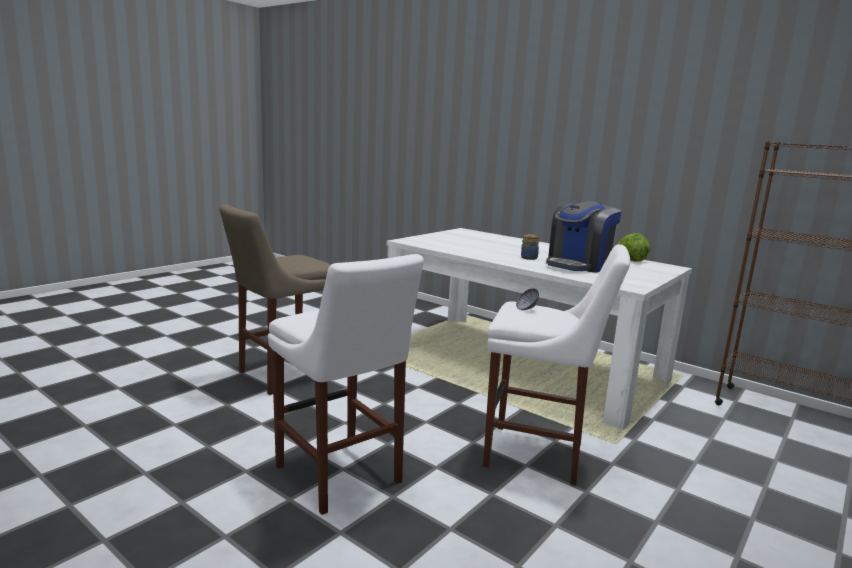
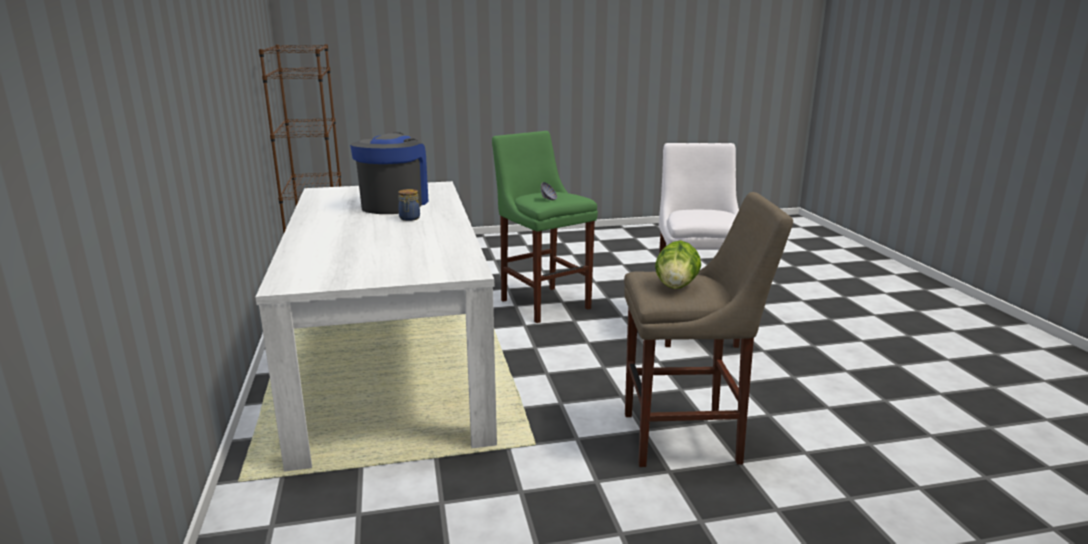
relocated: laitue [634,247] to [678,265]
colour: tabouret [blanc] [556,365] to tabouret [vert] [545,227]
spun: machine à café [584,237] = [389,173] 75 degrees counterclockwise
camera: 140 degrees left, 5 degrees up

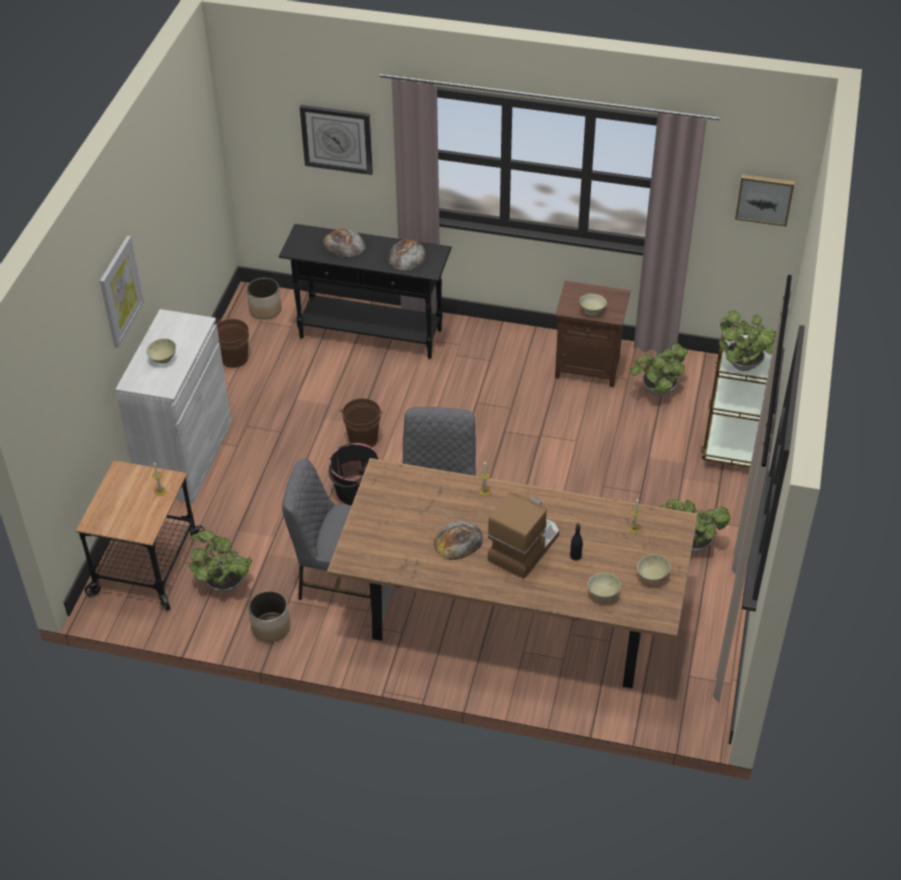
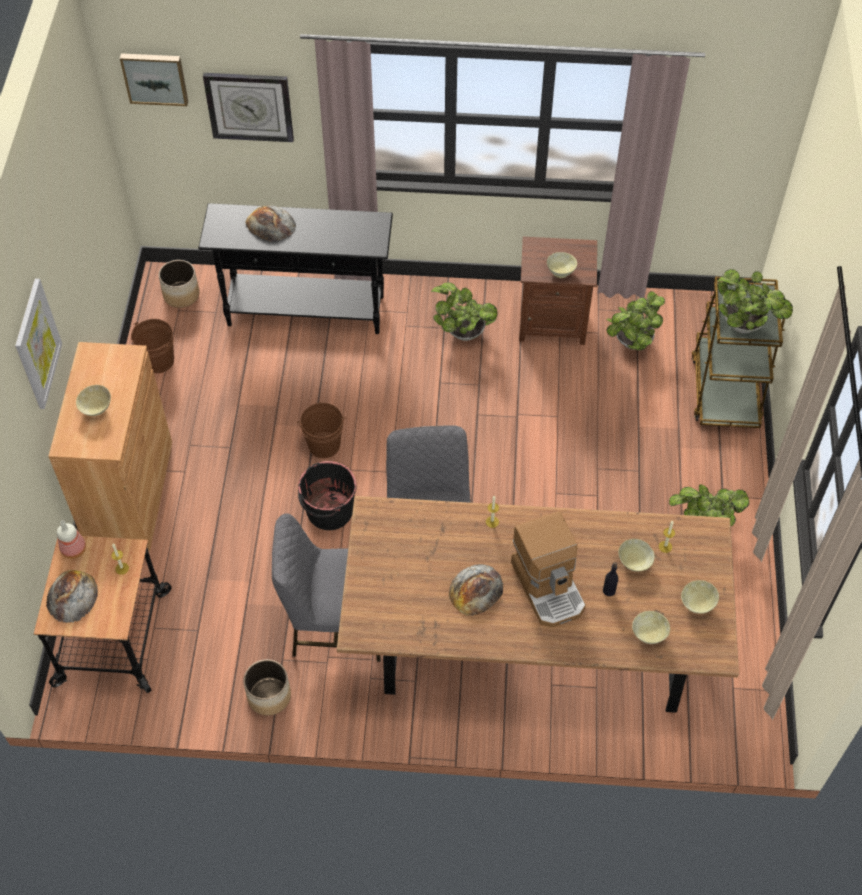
appeared: bouteille [71,539]; bol [beige] [636,555]
relocated: plante en pot [220,561] to [464,311]; pain [406,254] to [72,596]; tableau [765,200] to [154,79]
colour: meuble de rangement [blanc] [173,406] to meuble de rangement [marron] [110,446]
spun: machine à café [523,536] = [548,569] 135 degrees clockwise
camera: 10 degrees left, 10 degrees up

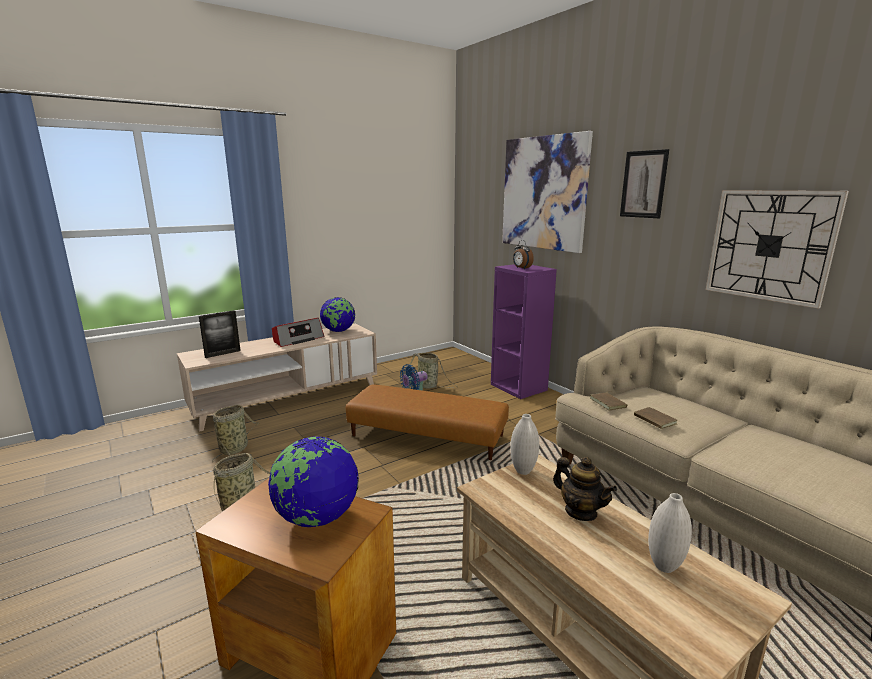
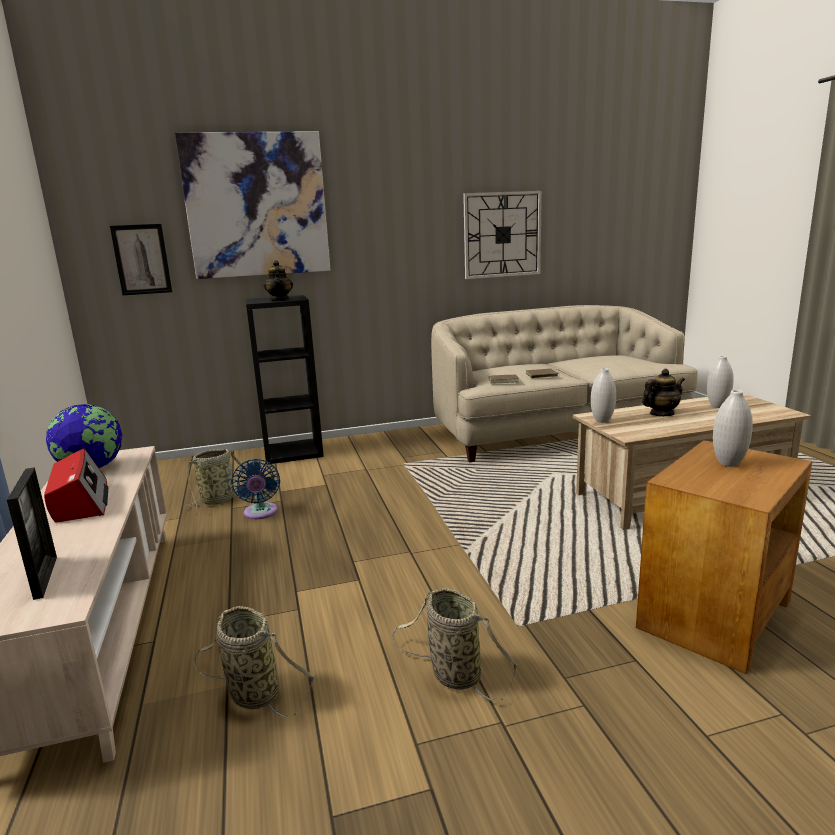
missing: pouf [marron] [427,422]
relocated: tableau [644,183] to [141,259]
exchanged: globe [313,481] to vase [blanc] [733,428]; réveil [523,254] to théière [278,280]
colour: bibliothèque [violet] [524,331] to bibliothèque [noir] [285,380]
camera: 70 degrees left, 0 degrees up

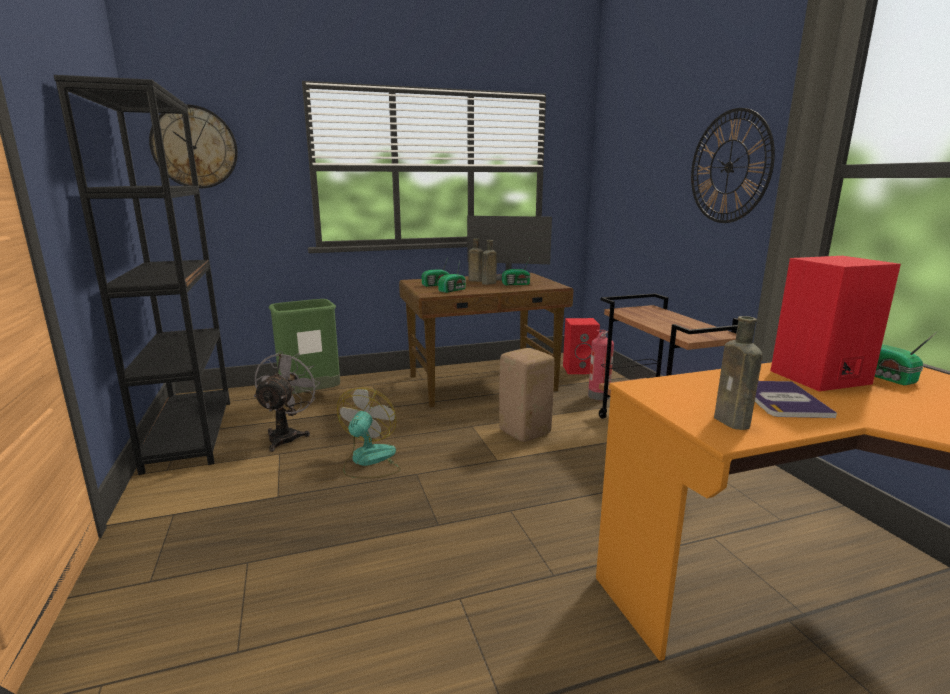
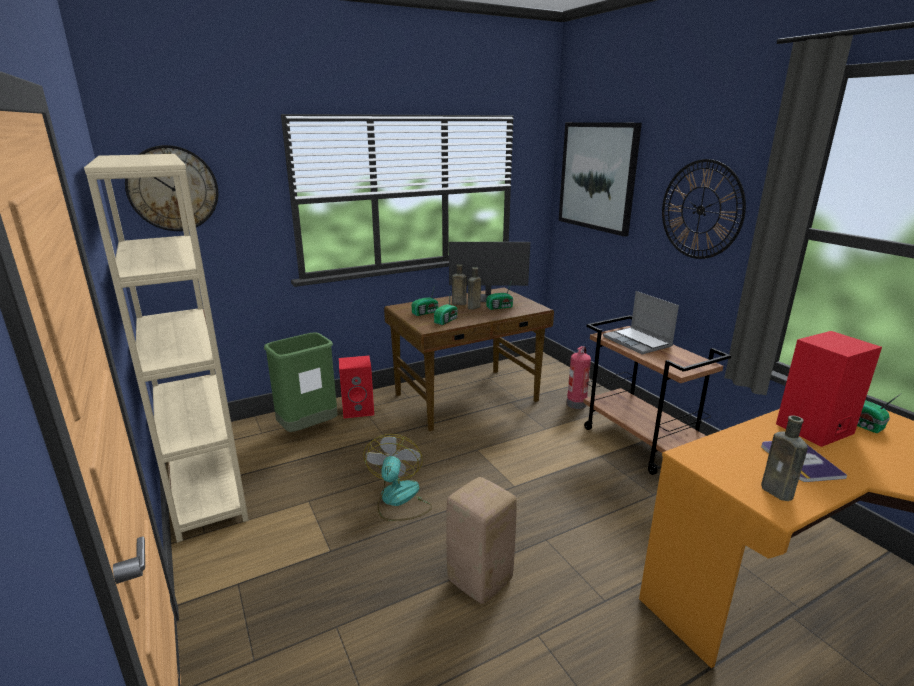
missing: ventilateur [gris] [287,401]
appeared: tableau [600,179]; ordinateur portable [641,322]
relocated: tabouret [beige] [526,395] to [481,540]; enceinte [rouge] [581,346] to [356,387]
colour: bibliothèque [noir] [142,275] to bibliothèque [beige] [166,348]
camera: 10 degrees left, 5 degrees up

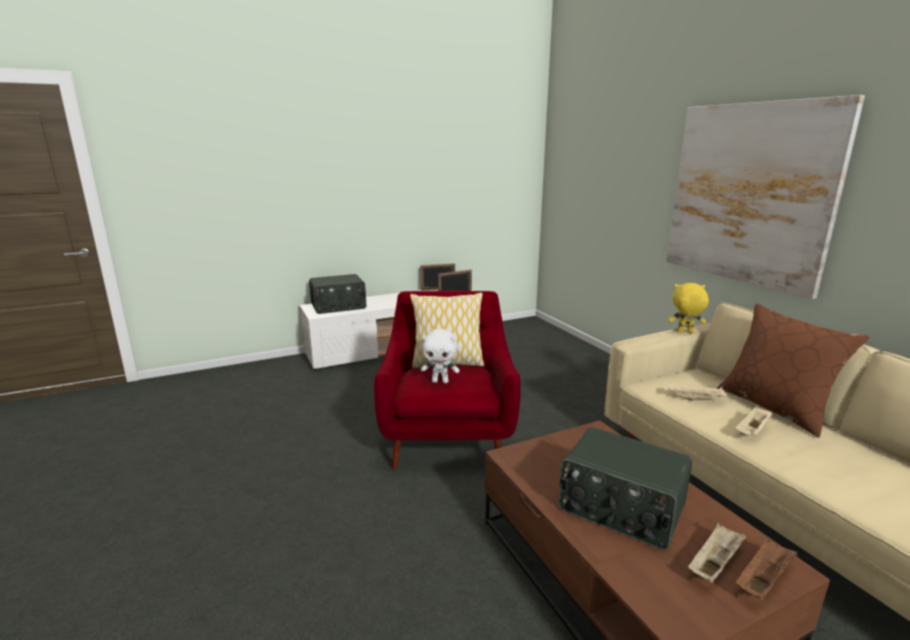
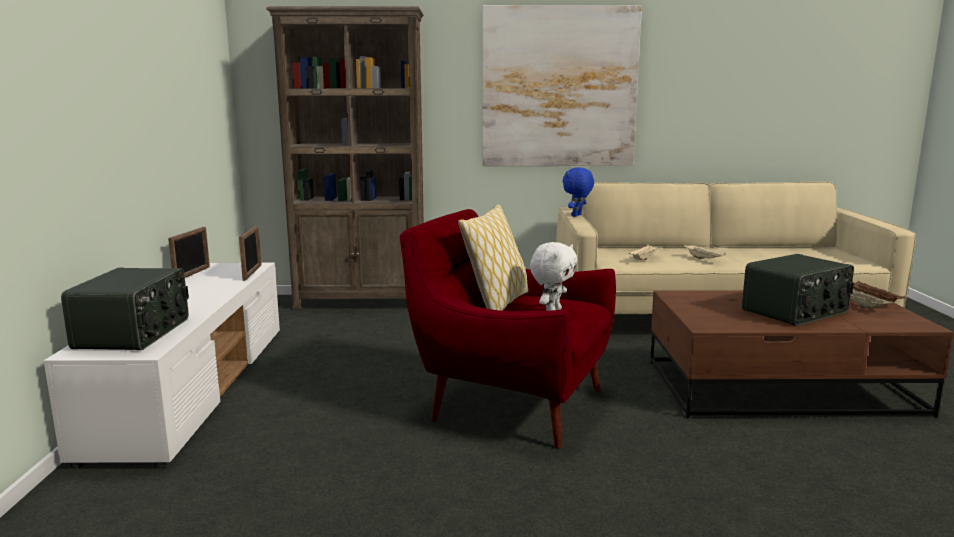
missing: coussin [marron] [793,370]
appeared: bibliothèque [marron] [345,158]
colour: peluche [jaune] [688,308] to peluche [bleu] [578,192]
camera: 65 degrees left, 5 degrees down

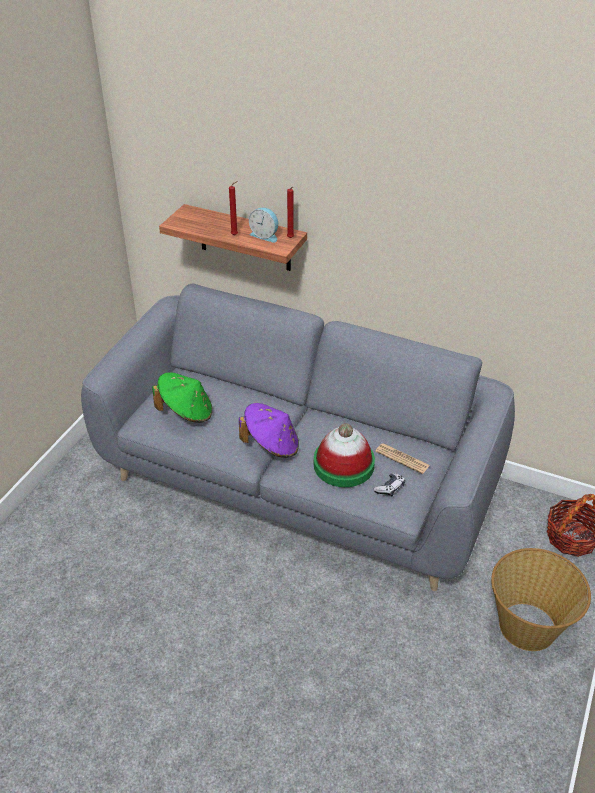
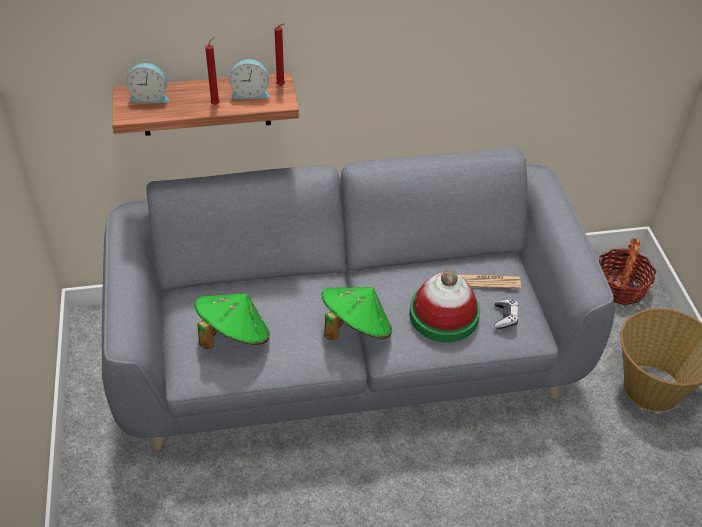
appeared: réveil [147,83]
colour: chapeau [violet] [269,430] to chapeau [vert] [356,313]
camera: 35 degrees left, 5 degrees up

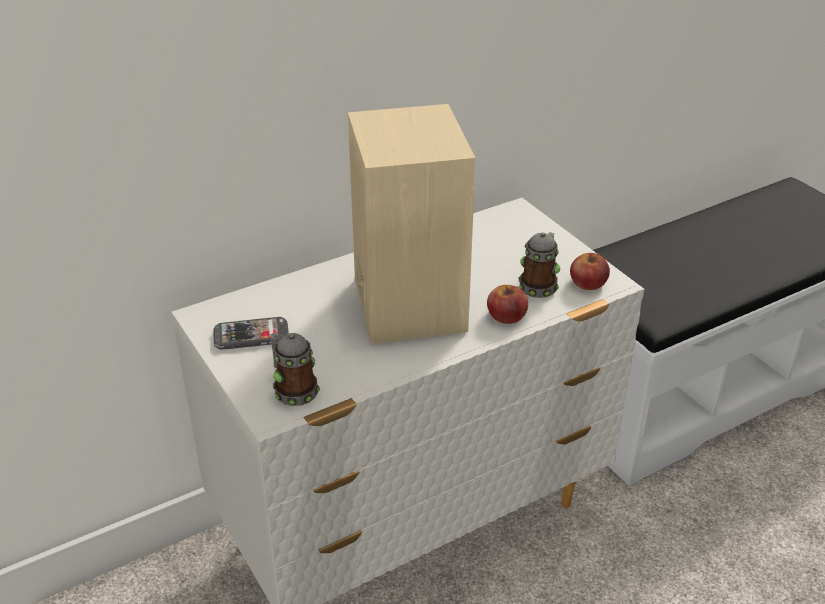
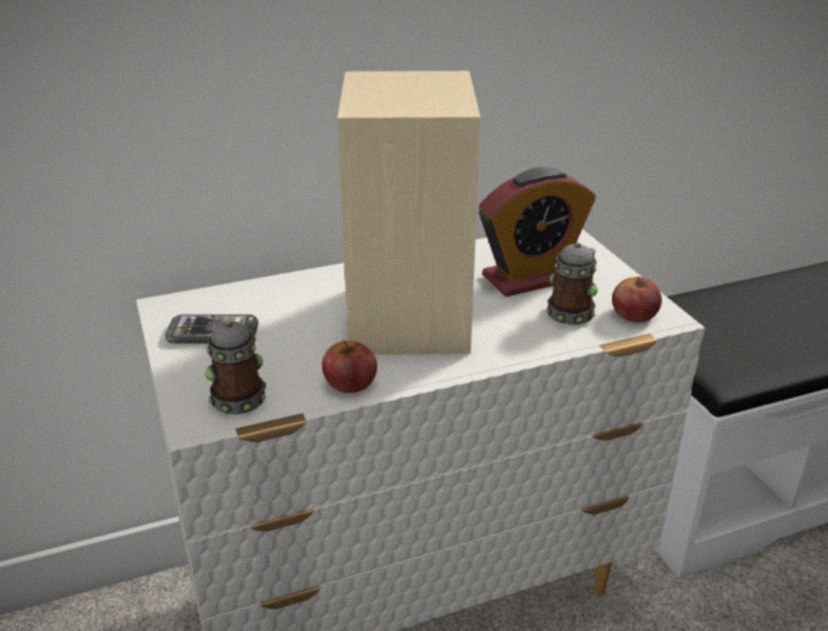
appeared: réveil [537,232]
relocated: pomme [507,304] to [349,366]
camera: 10 degrees right, 5 degrees down

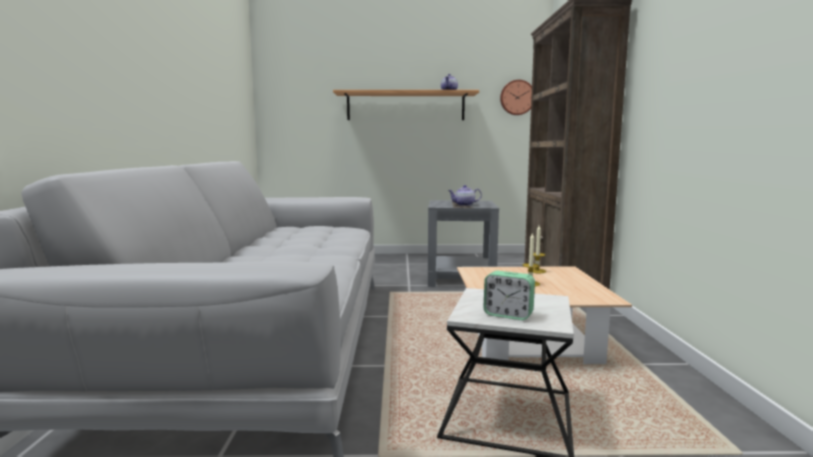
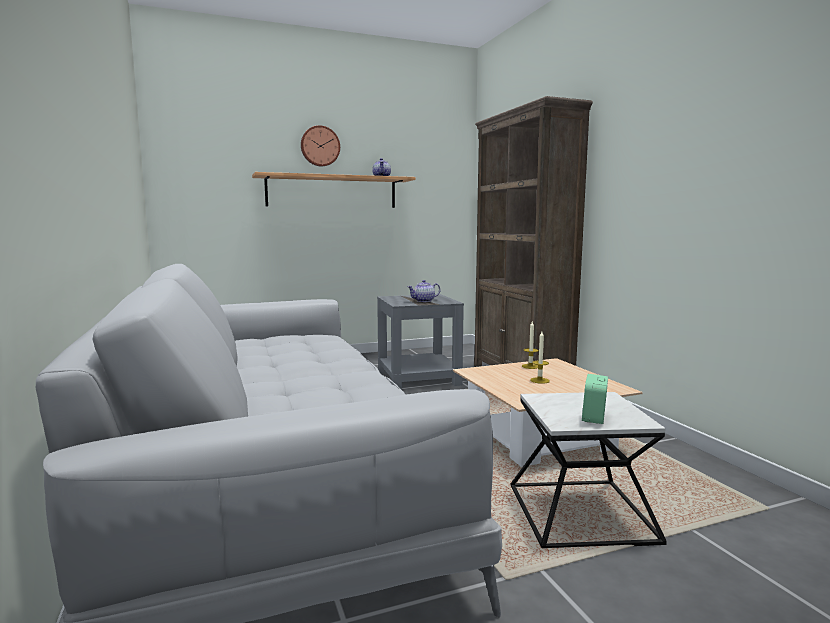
relocated: horloge murale [516,97] to [320,146]
spun: réveil [509,295] = [595,399] 105 degrees clockwise
camera: 20 degrees left, 0 degrees up

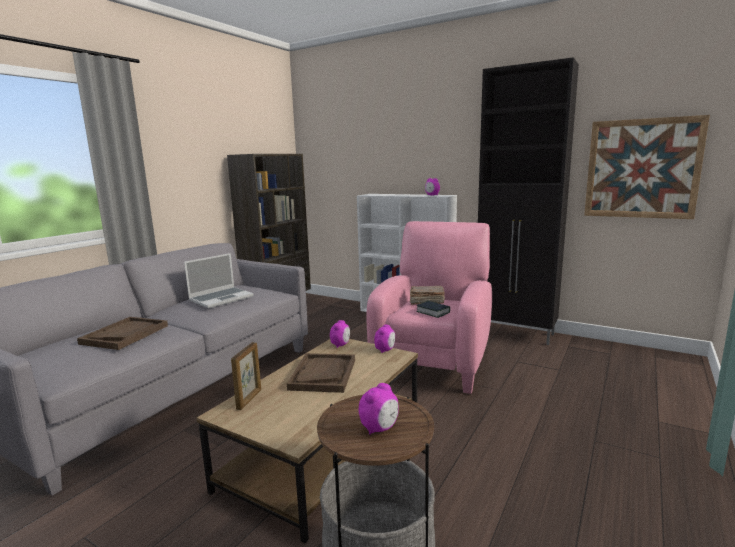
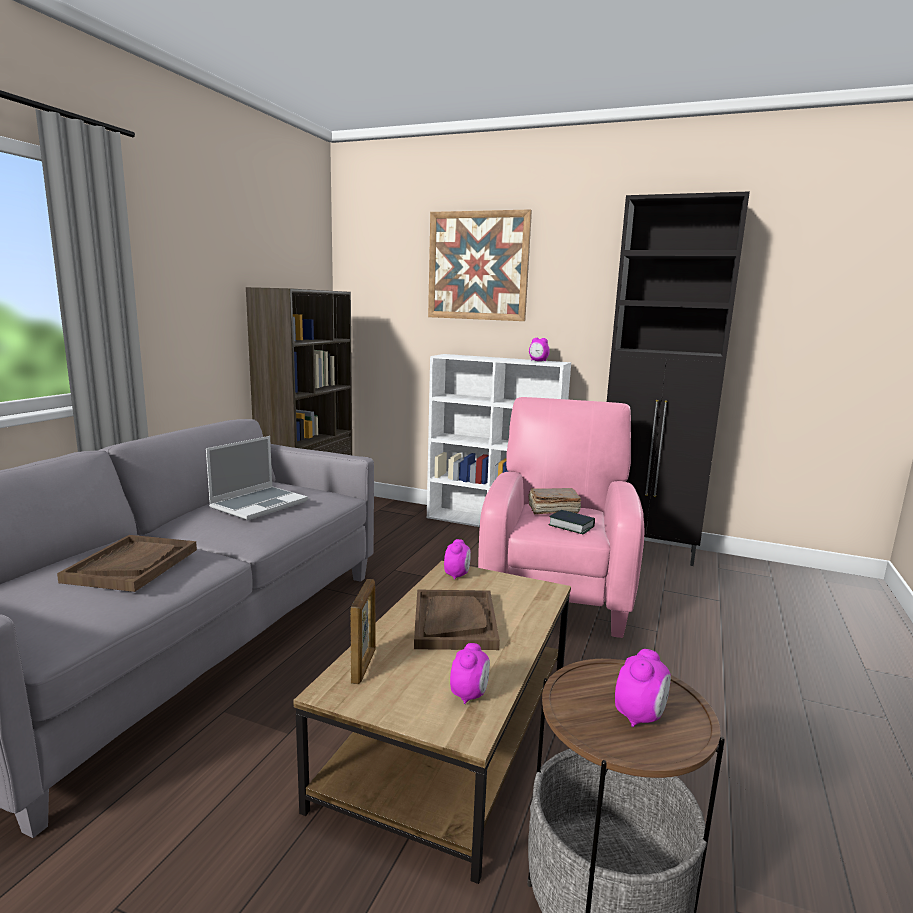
relocated: réveil [384,339] to [470,673]; tableau [647,167] to [480,265]
camera: 10 degrees left, 0 degrees up

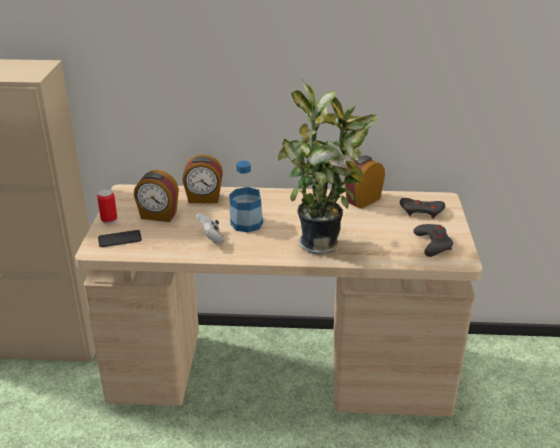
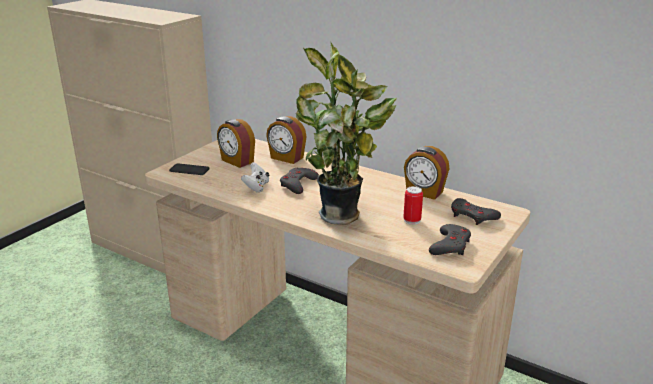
relocated: boîte métallique [107,206] to [413,205]
exchanged: bouteille [246,196] to manette [gris] [299,181]
spun: réveil [364,182] = [426,173] 135 degrees counterclockwise
camera: 30 degrees right, 5 degrees down

